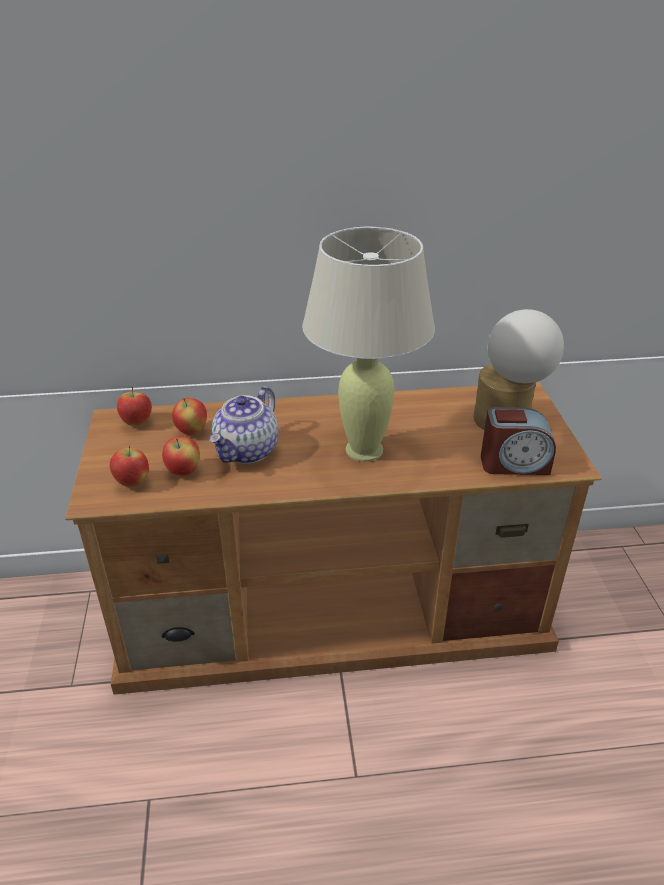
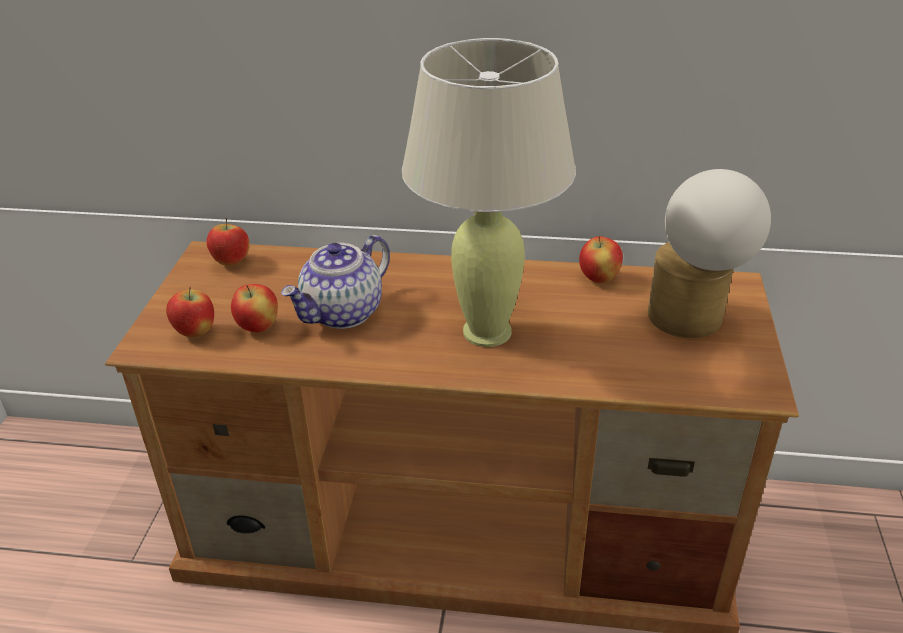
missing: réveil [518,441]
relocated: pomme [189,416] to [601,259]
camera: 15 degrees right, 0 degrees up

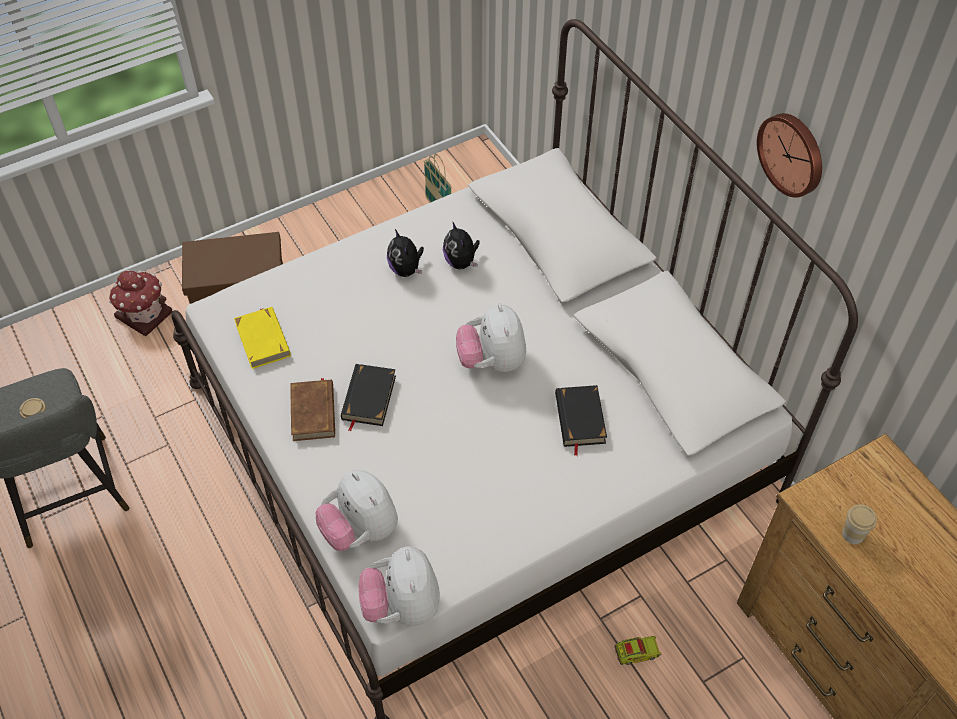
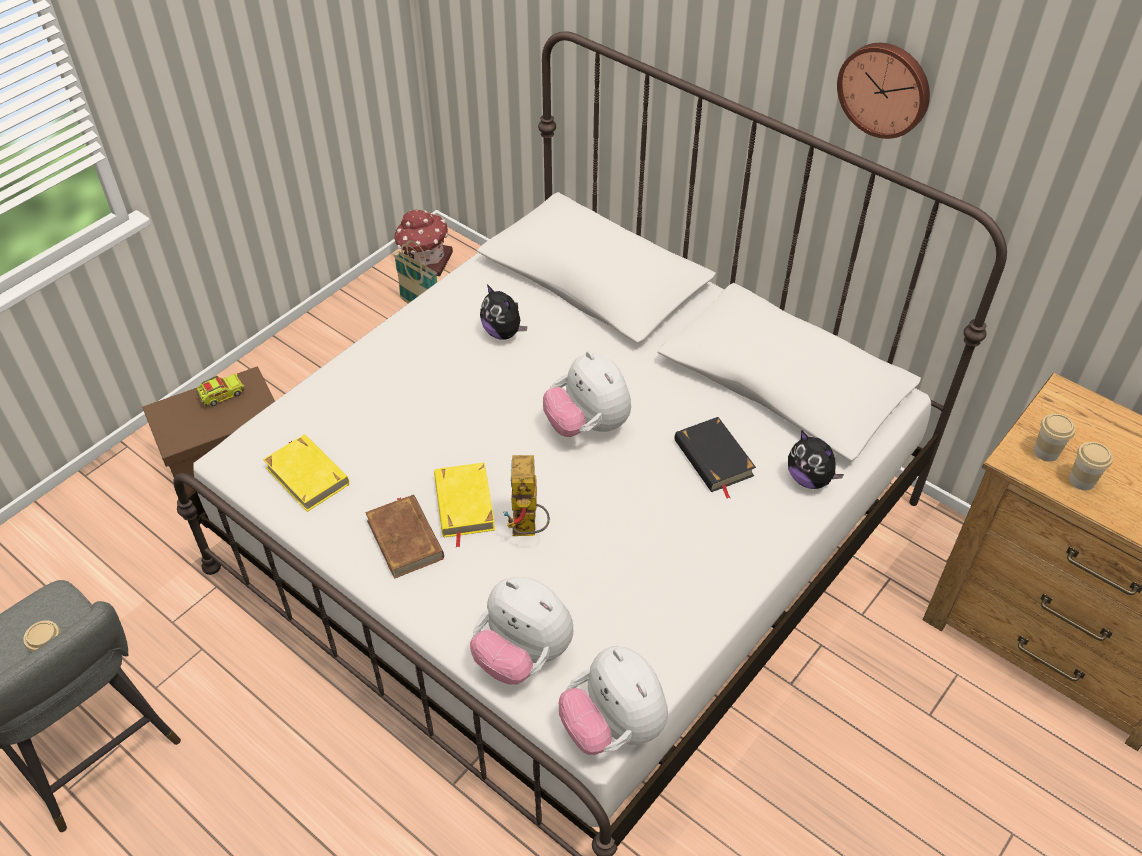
appeared: robot jouet [526,495]; tasse [1055,438]
relocated: maison miniature [140,303] to [423,242]; peluche [405,253] to [816,459]; camion jouet [638,650] to [220,390]
colour: livre [noir] [368,398] to livre [jaune] [464,505]
camera: 20 degrees left, 5 degrees down

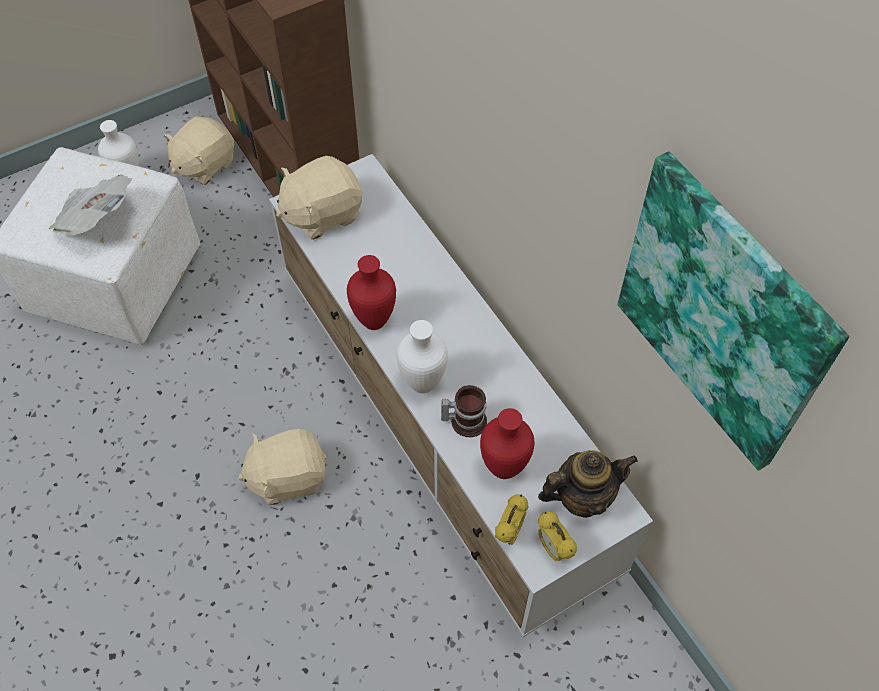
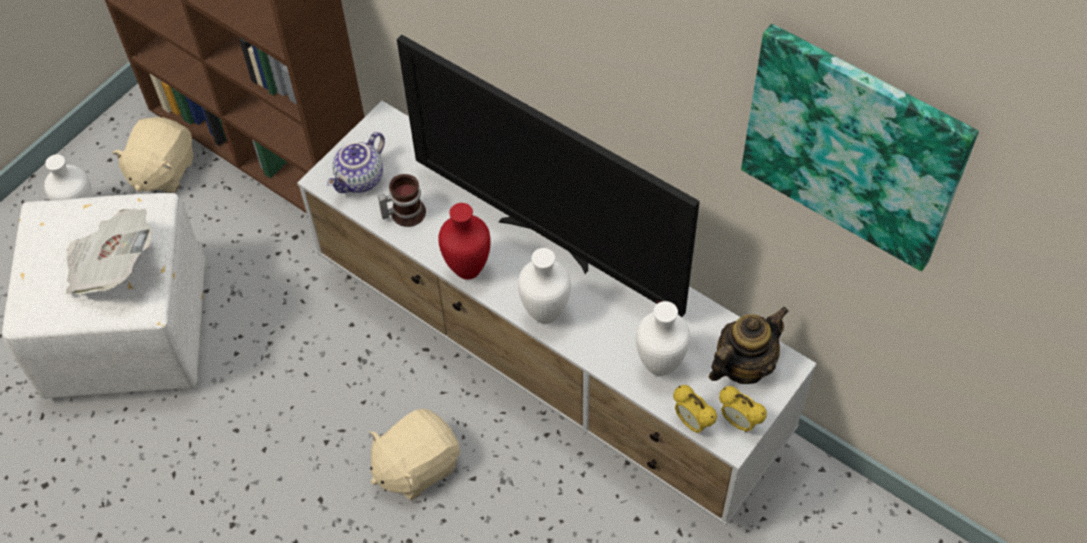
appeared: téléviseur [548,176]
relocated: mug [464,411] to [402,200]
exchanged: peluche [beige] [319,198] to théière [356,162]
colour: vase [rouge] [507,443] to vase [blanc] [663,338]
spun: réveil [511,519] = [695,409] 135 degrees clockwise
camera: 20 degrees left, 0 degrees up

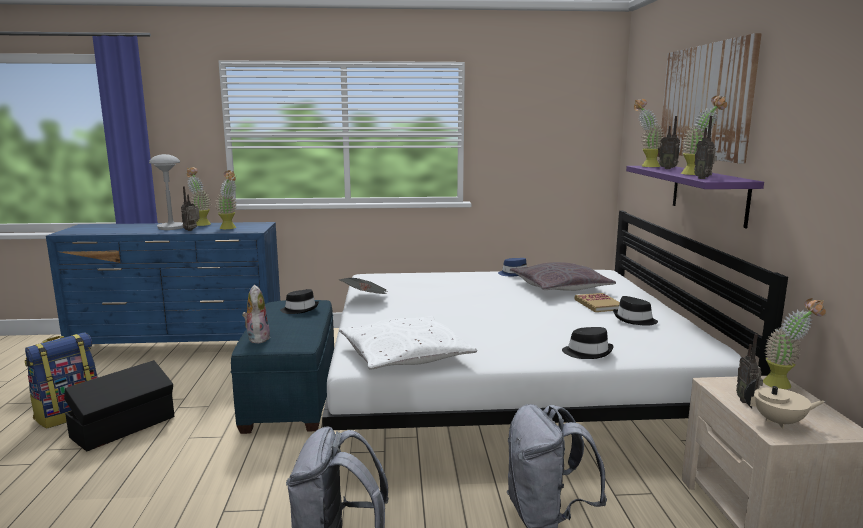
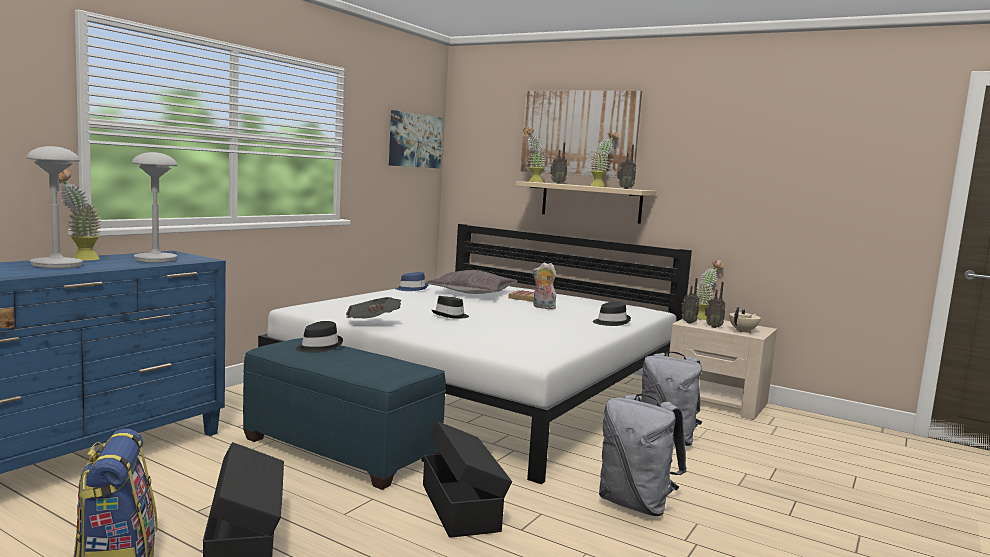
missing: coussin [blanc] [408,343]
appeared: tableau [416,139]; boîte de rangement [noir] [467,479]
relocated: radio [190,208] to [690,301]; peluche [256,314] to [544,285]; chapeau [noir] [635,311] to [450,307]
exchanged: plante en pot [226,199] to lampe de table [gris] [155,207]
colour: étagère [violet] [695,197] to étagère [beige] [586,202]
camera: 55 degrees left, 5 degrees down

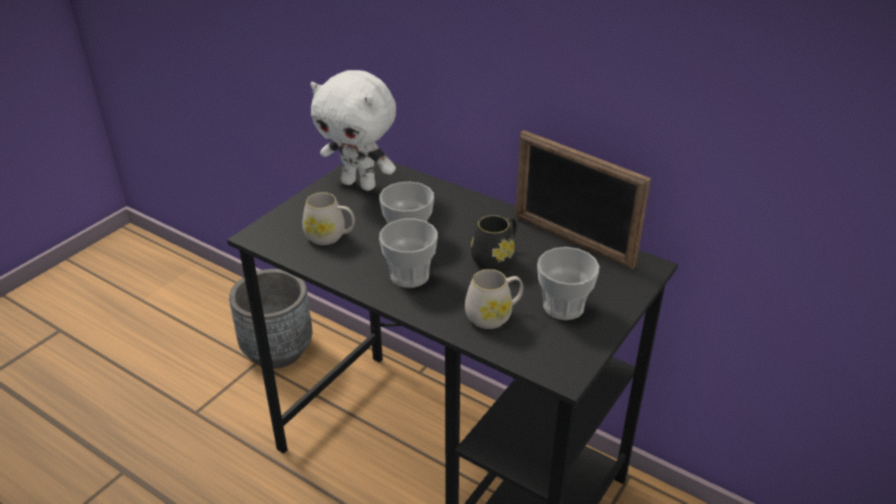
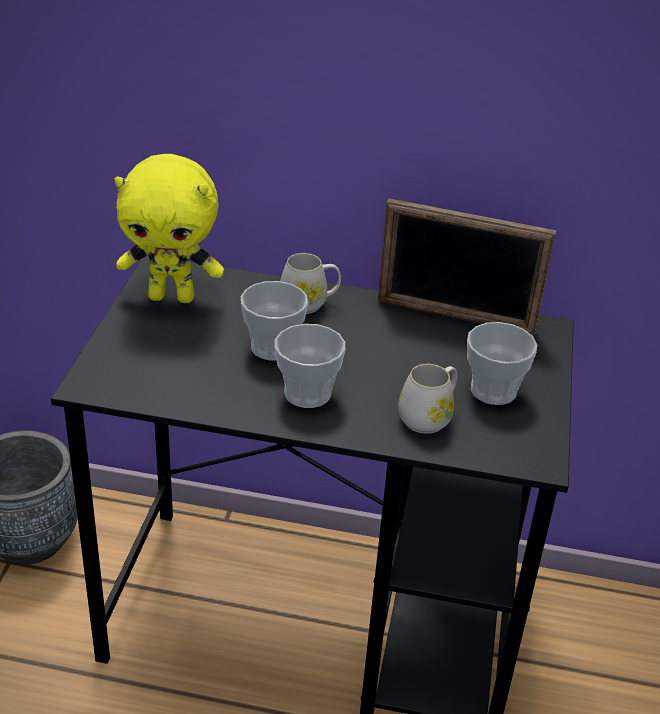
missing: mug [noir] [494,242]
relocated: mug [blanc] [328,218] to [310,283]
colour: peluche [blanc] [353,130] to peluche [jaune] [169,228]
camera: 25 degrees left, 0 degrees up

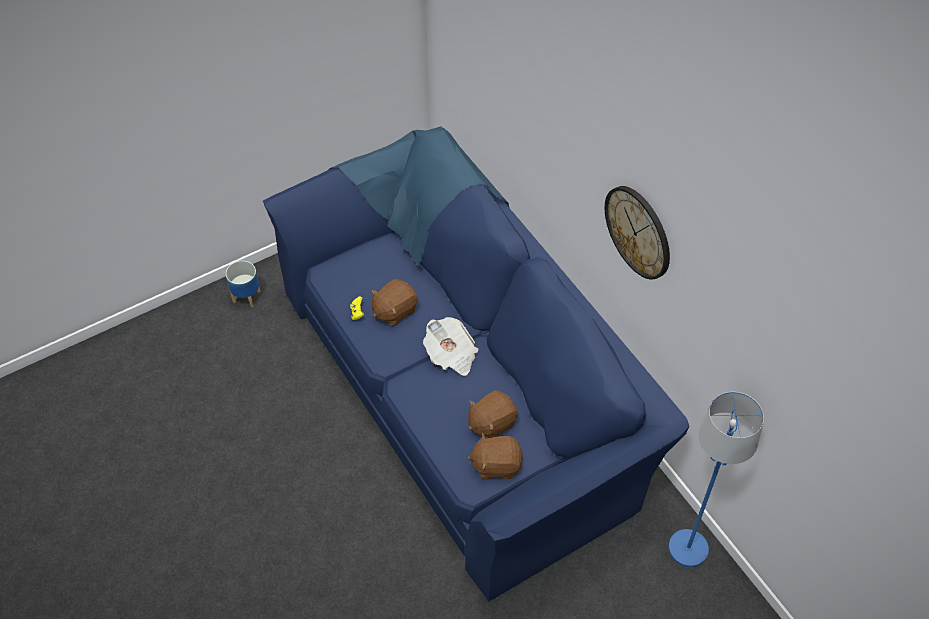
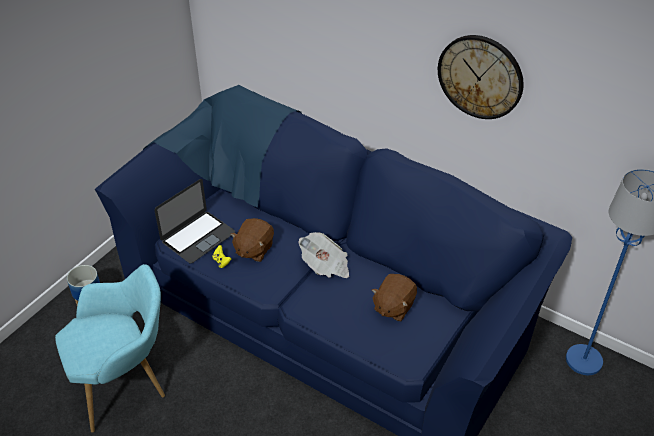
missing: peluche [marron] [495,456]
appeared: fauteuil [turquoise] [110,348]; ordinateur portable [194,221]
camera: 25 degrees left, 10 degrees down

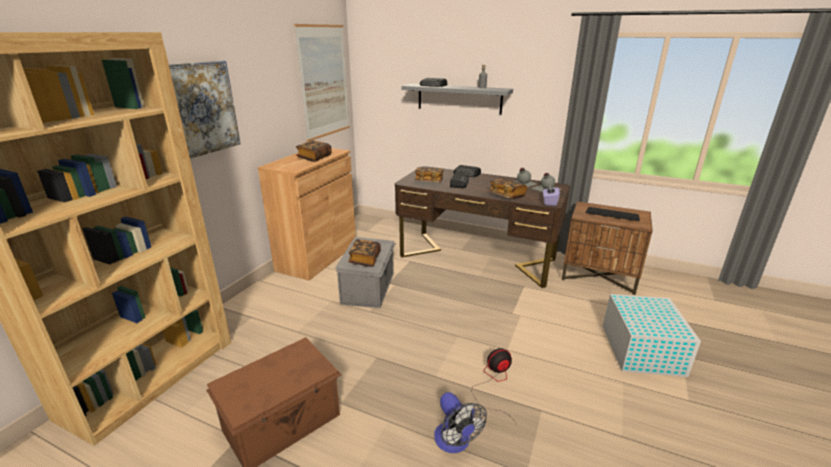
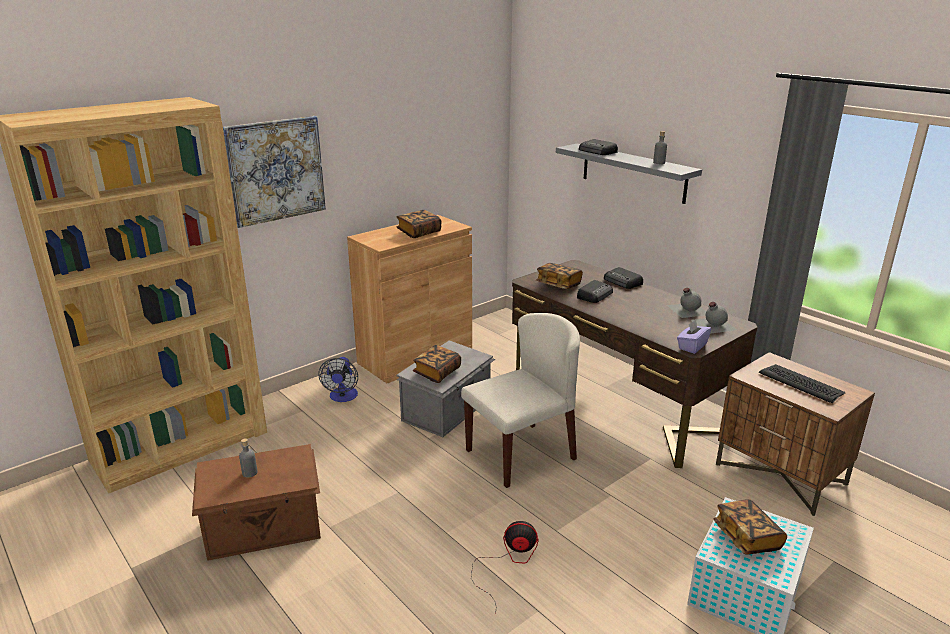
missing: tableau [322,83]
appeared: bouteille [gris] [248,458]; chaise [beige] [520,400]
relocated: ventilateur [460,422] to [338,379]; livre [507,188] to [750,527]
camera: 25 degrees right, 0 degrees up

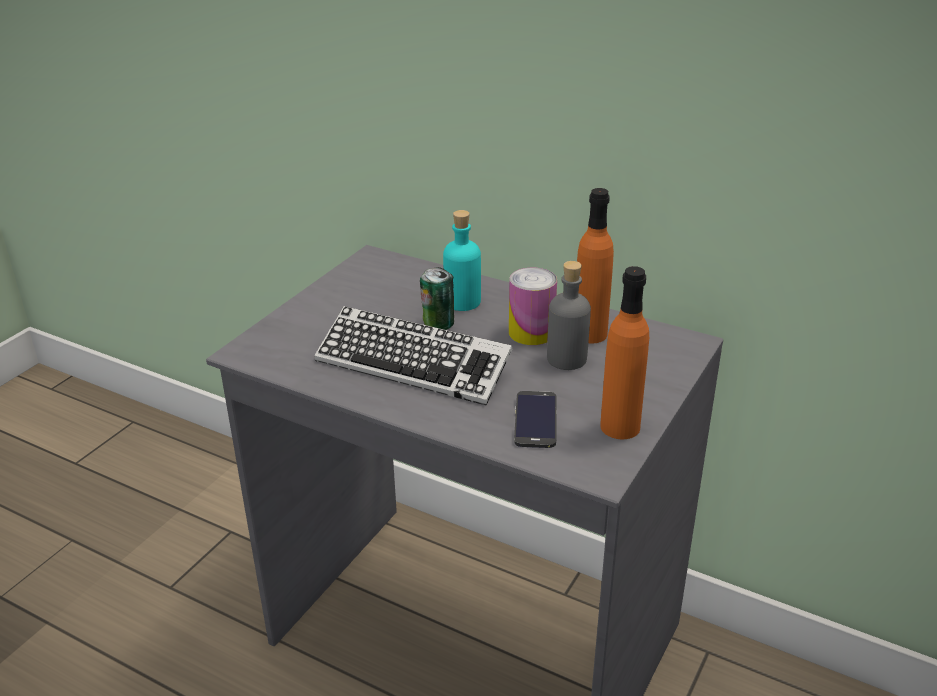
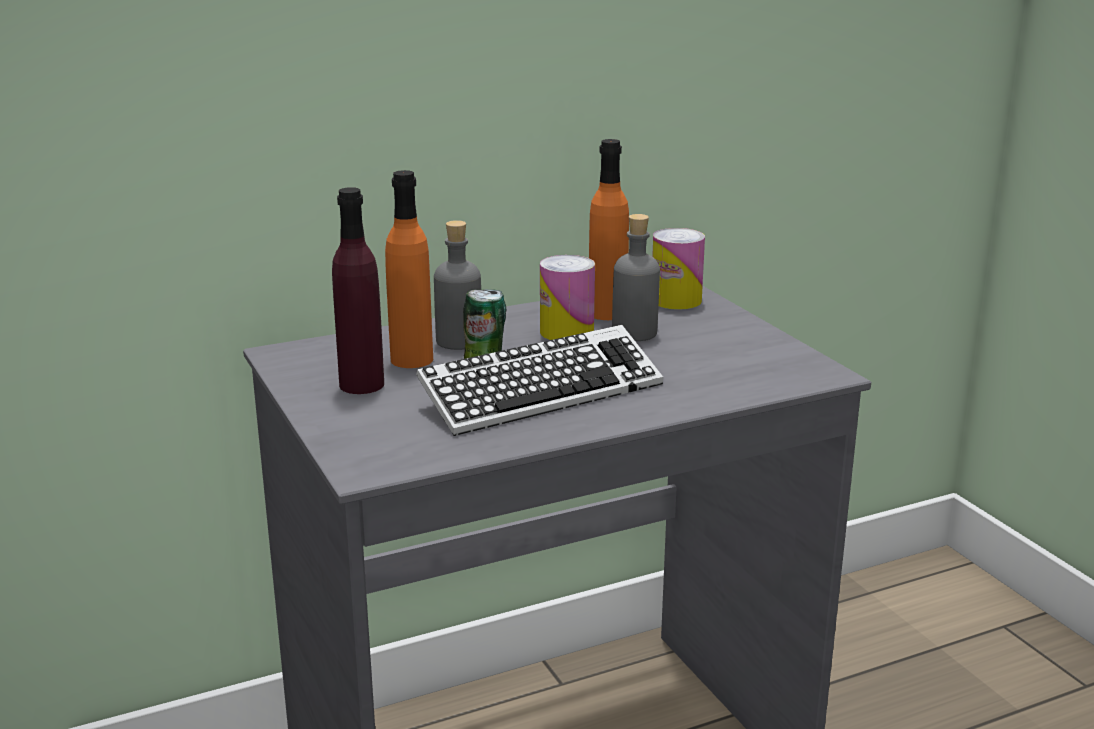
missing: téléphone [535,419]
appeared: bouteille [violet] [358,290]; boîte métallique [678,269]
relocated: bouteille [orange] [624,352] to [409,269]
colour: bouteille [turquoise] [462,260] to bouteille [gris] [457,285]
camera: 55 degrees left, 10 degrees down

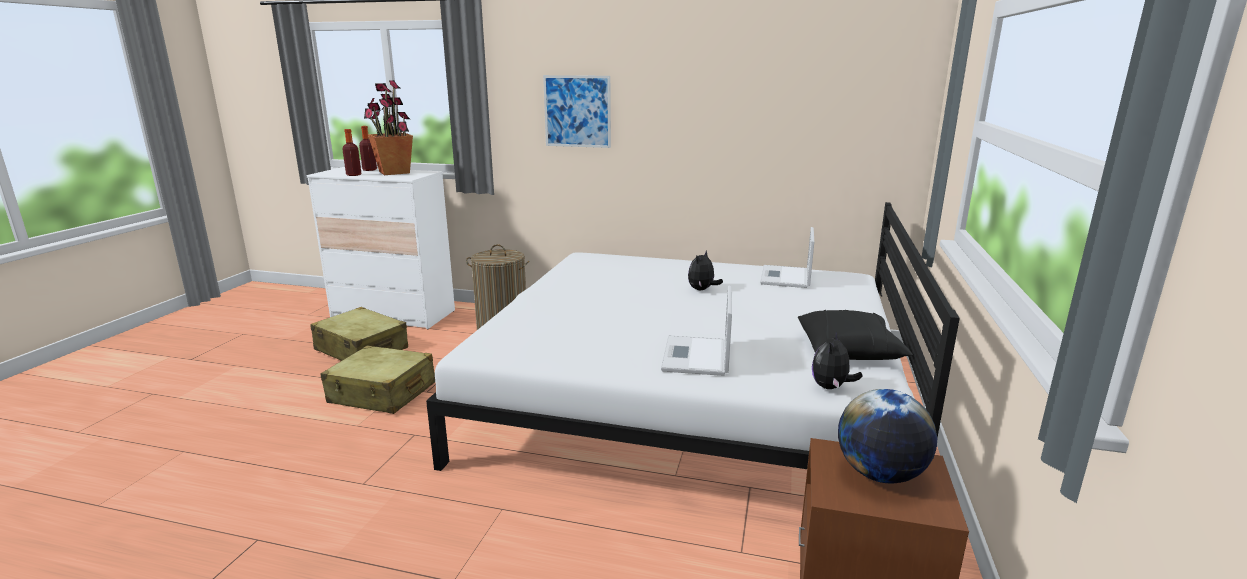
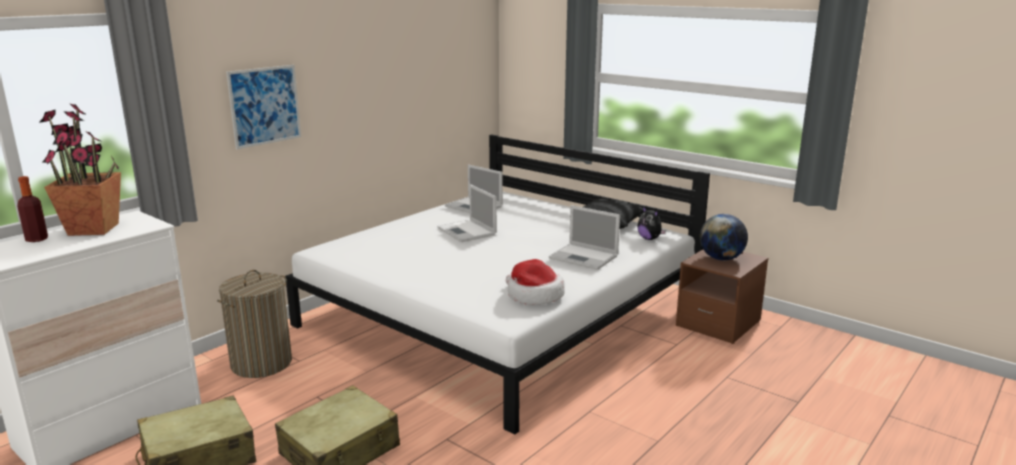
missing: bouteille [352,152]
appeared: chapeau [535,282]
exchanged: peluche [705,270] to ordinateur portable [467,213]
camera: 65 degrees left, 0 degrees up

